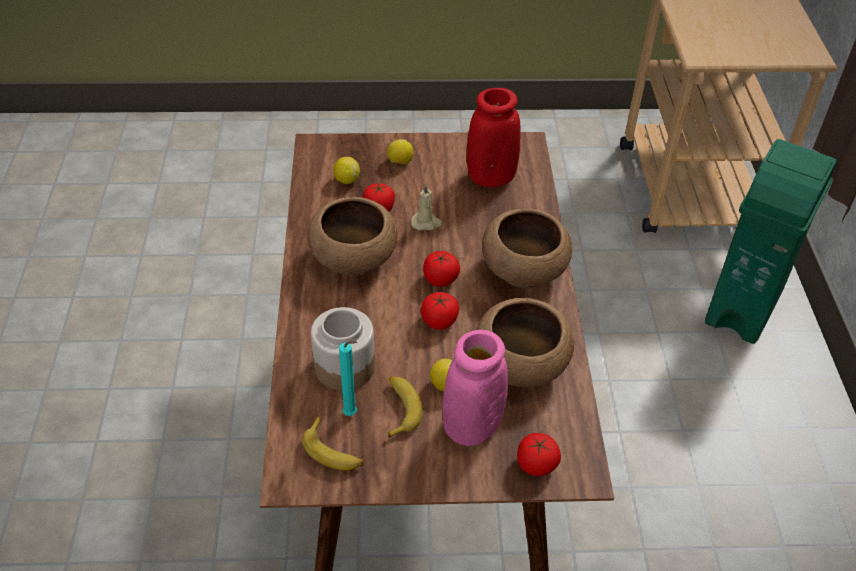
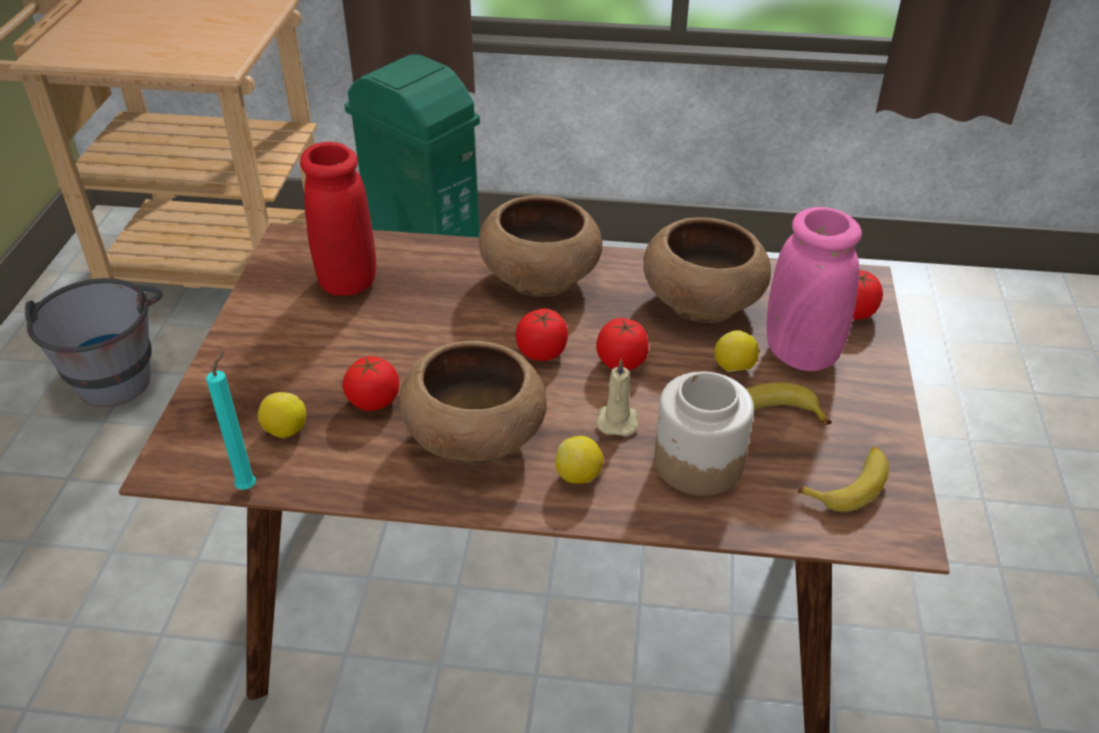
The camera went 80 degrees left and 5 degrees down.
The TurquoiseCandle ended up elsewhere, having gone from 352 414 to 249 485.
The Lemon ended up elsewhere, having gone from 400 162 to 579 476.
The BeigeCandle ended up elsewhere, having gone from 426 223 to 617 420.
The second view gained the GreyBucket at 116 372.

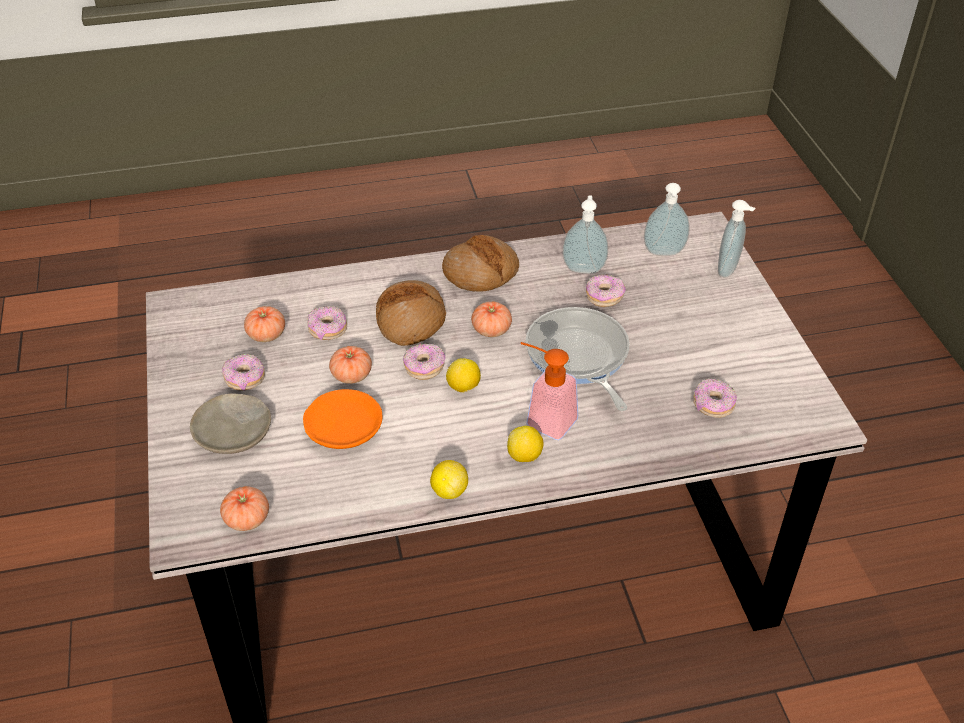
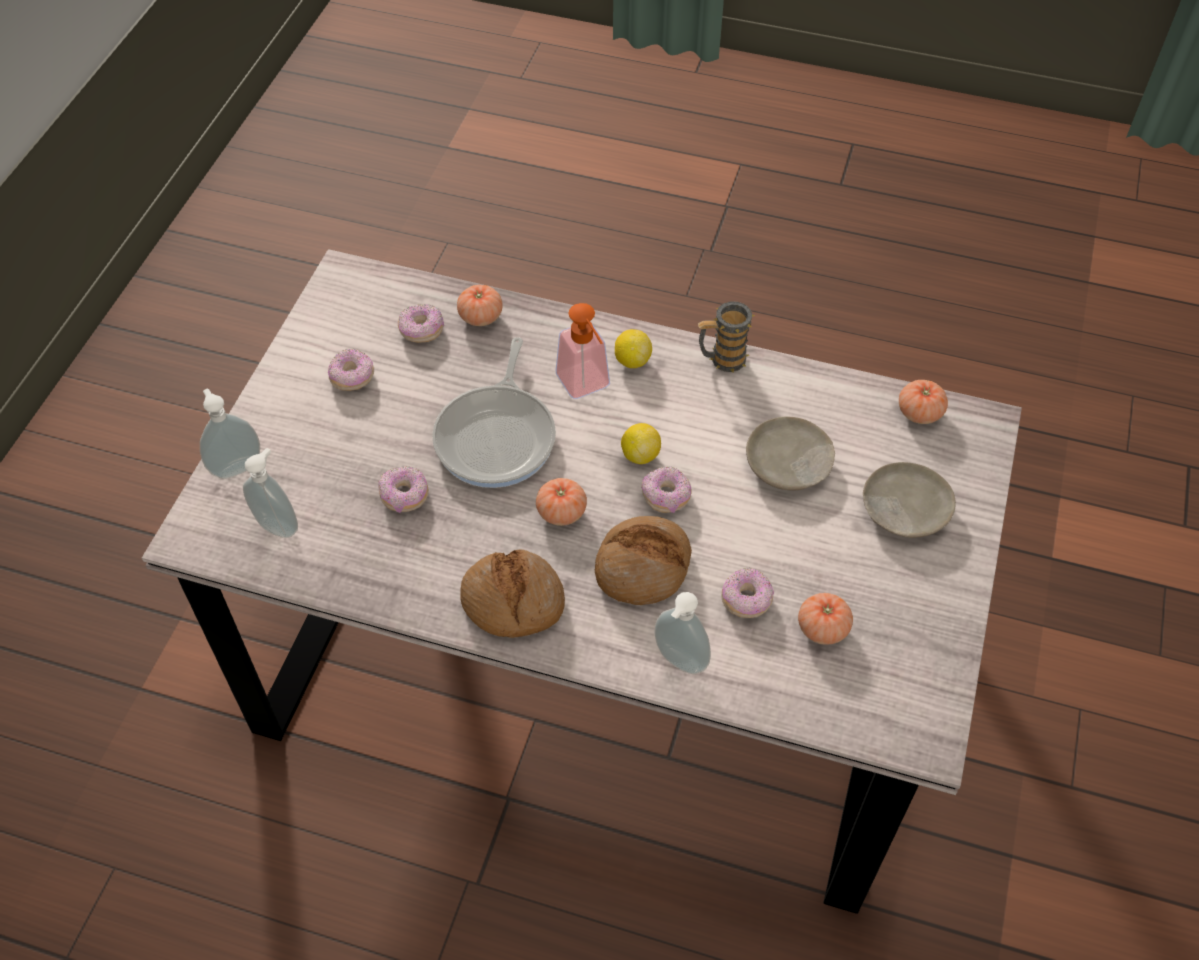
The camera went 150 degrees left and 10 degrees up.
The Donut ended up elsewhere, having gone from 245 379 to 352 377.
What was the OrangePlate at 343 428 turned into the BeigePlate at 788 464.
The Tomato ended up elsewhere, having gone from 351 375 to 480 316.
Where the Lemon stood at 449 491, the Mug came to stand at 722 359.
The SoapDispenser ended up elsewhere, having gone from 584 268 to 678 662.

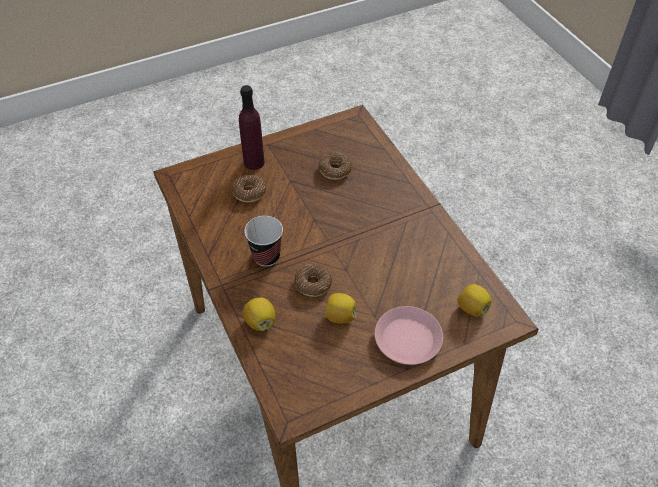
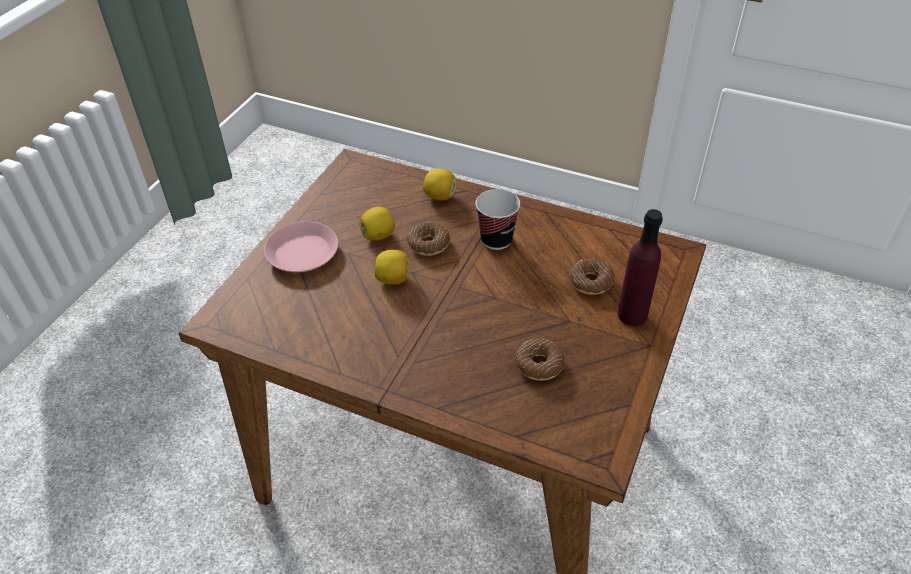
The camera went 140 degrees right and 5 degrees down.
The Lemon ended up elsewhere, having gone from 472 308 to 393 279.

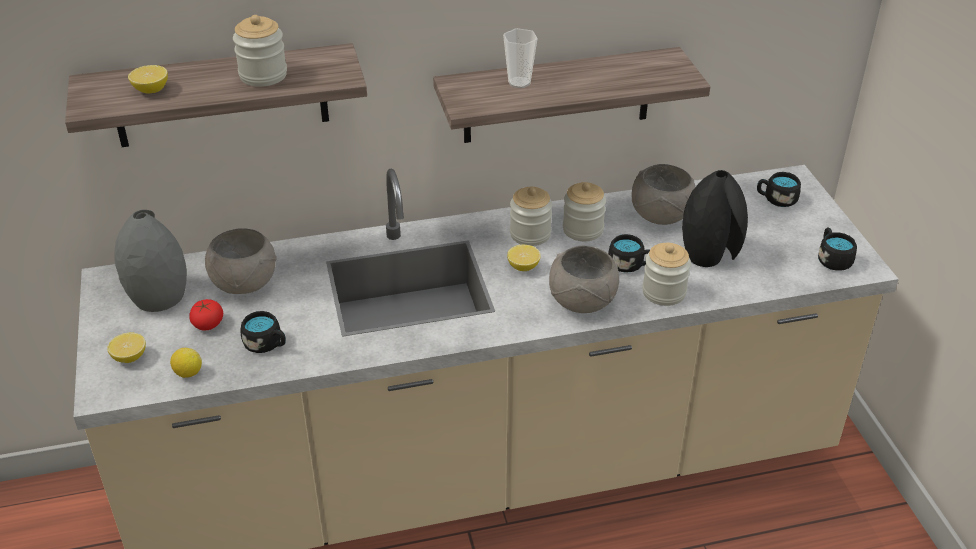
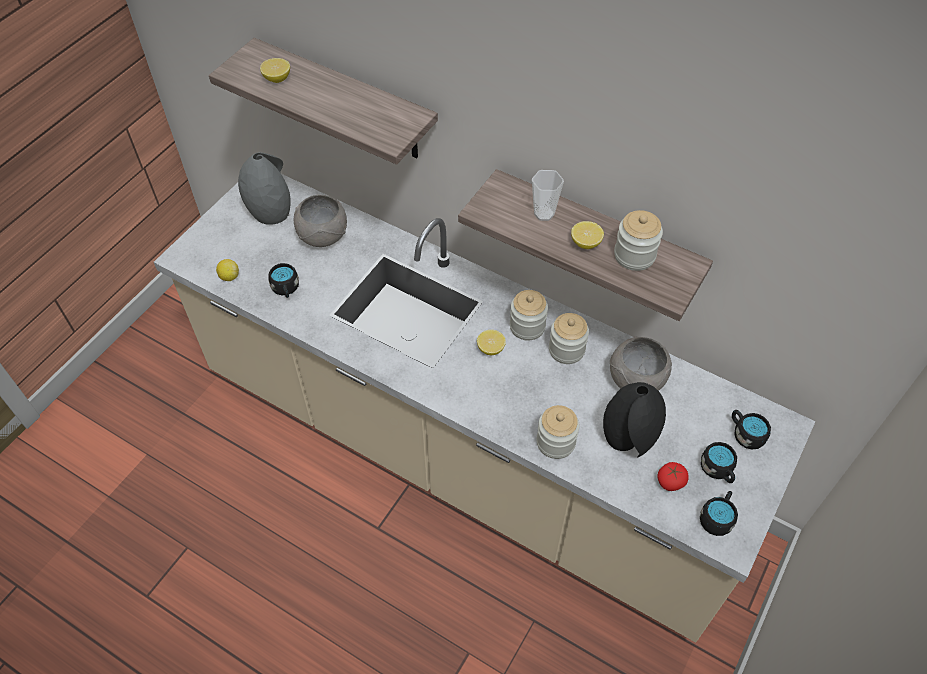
The camera went 45 degrees right and 15 degrees up.
The Lemon ended up elsewhere, having gone from 130 357 to 585 243.
The Tomato ended up elsewhere, having gone from 208 324 to 670 481.
The Jar ended up elsewhere, having gone from 263 75 to 634 255.
The second view lost the GreyBowl at 582 302.
The BlackMug ended up elsewhere, having gone from 630 265 to 718 470.

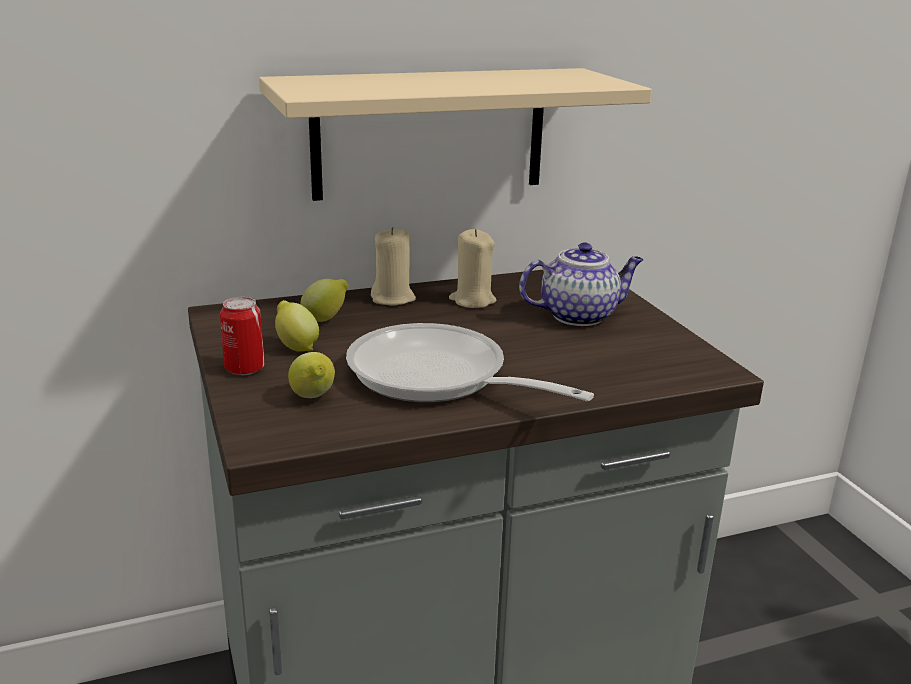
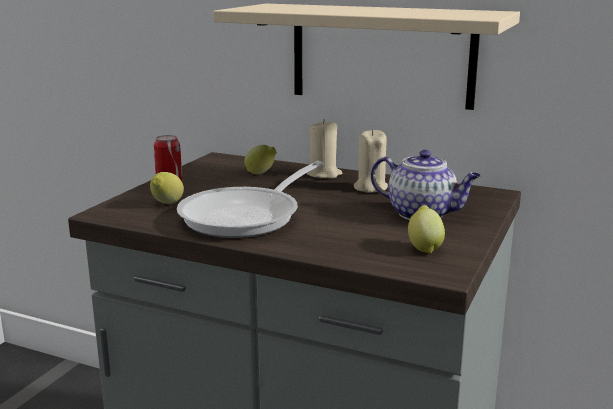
The camera went 45 degrees right and 5 degrees down.
The Lemon ended up elsewhere, having gone from 296 347 to 424 248.
The FryingPan at 437 378 ended up facing another way, 135 degrees counterclockwise from before.

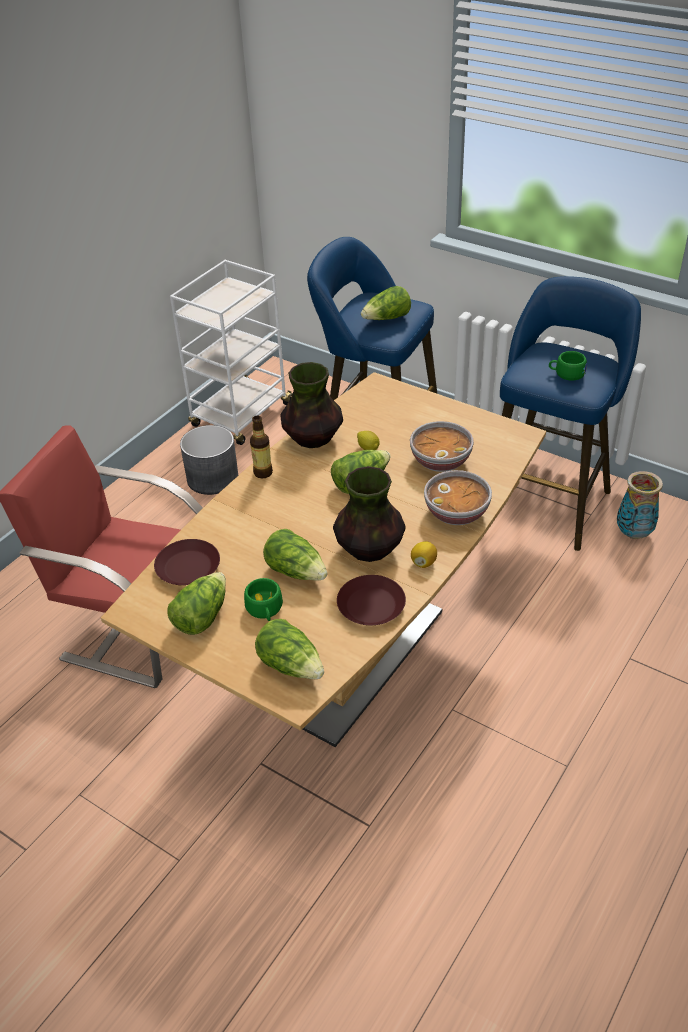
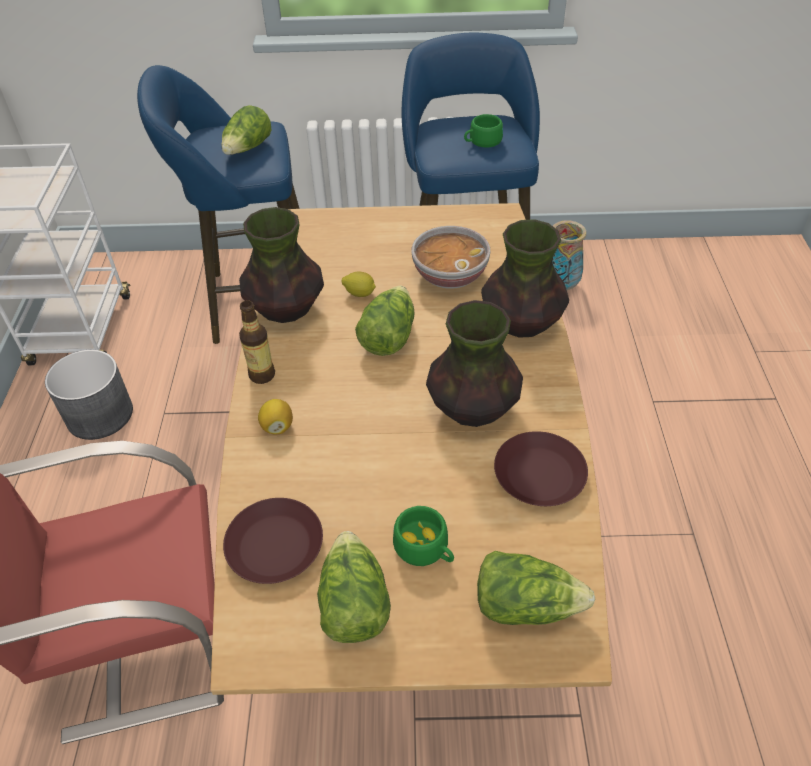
The camera went 35 degrees left and 5 degrees up.
The second view lost the Lettuce at 296 571.
The Lemon ended up elsewhere, having gone from 423 562 to 277 426.
Where the Bowl stood at 457 513, the Vase came to stand at 522 323.

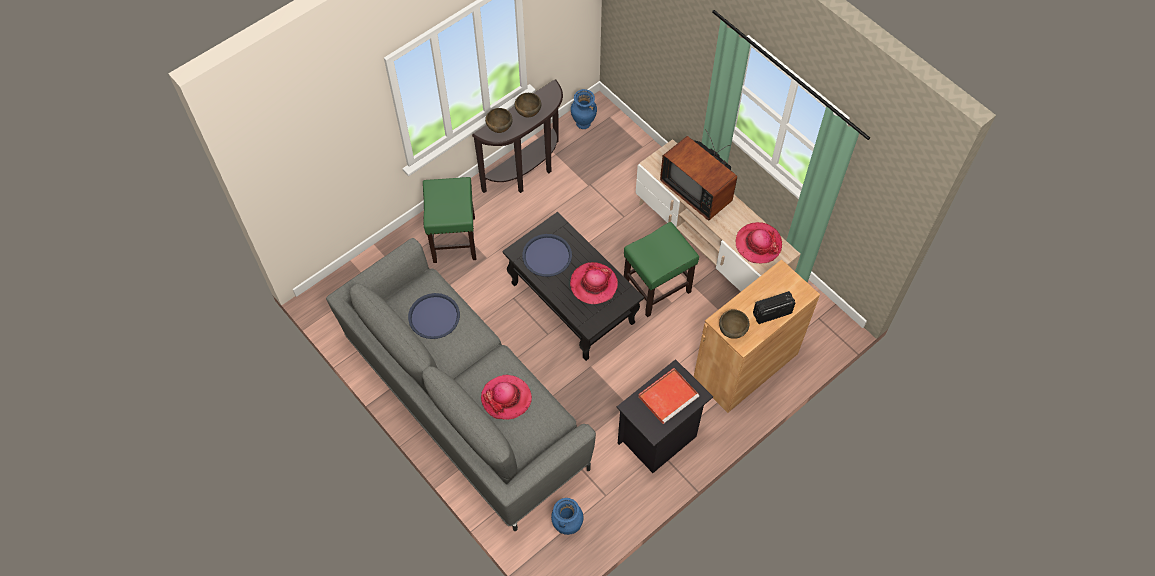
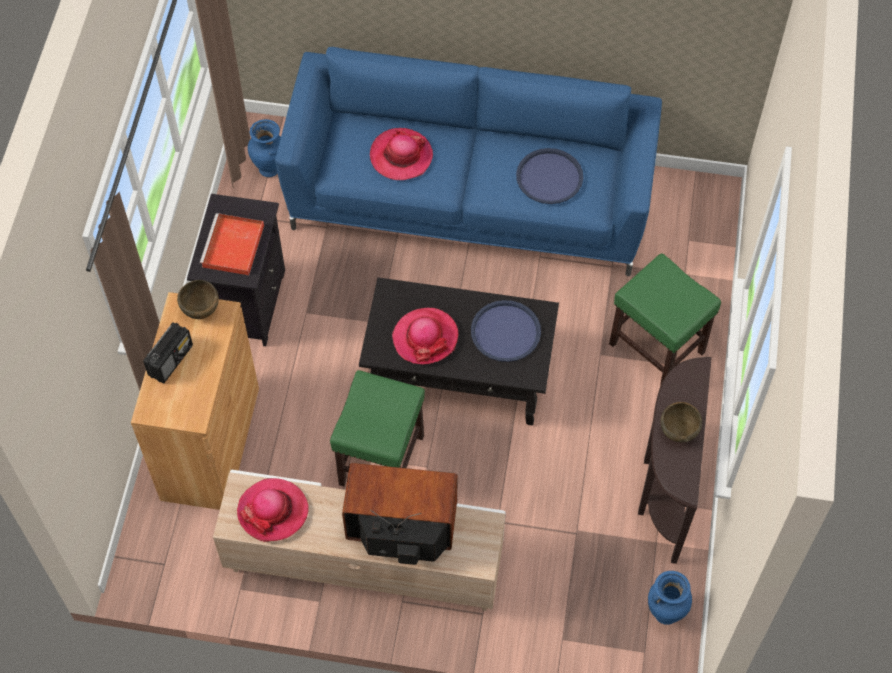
The camera went 140 degrees right and 0 degrees up.
What was the GreySofa at 465 403 turned into the BlueSofa at 469 200.
The second view lost the BrownBowl at 499 129.

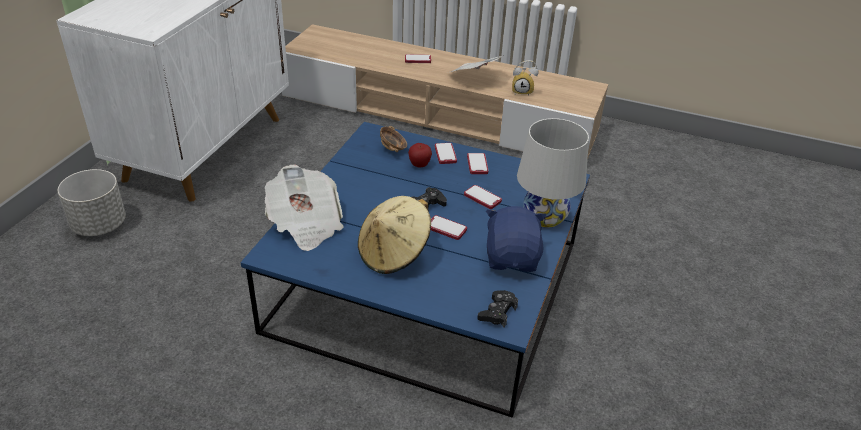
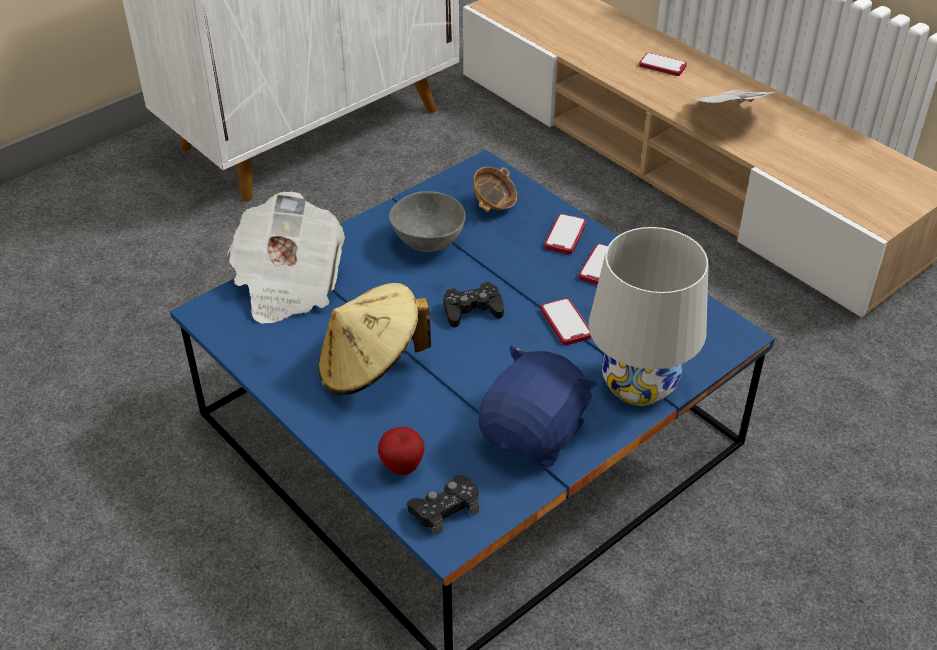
The camera went 30 degrees right and 5 degrees up.
The second view lost the GreyPlanter at 99 225.
The Apple ended up elsewhere, having gone from 419 165 to 402 467.
The second view lost the Phone at 446 228.
The second view lost the AlarmClock at 523 91.
The second view gained the GreyBowl at 428 243.

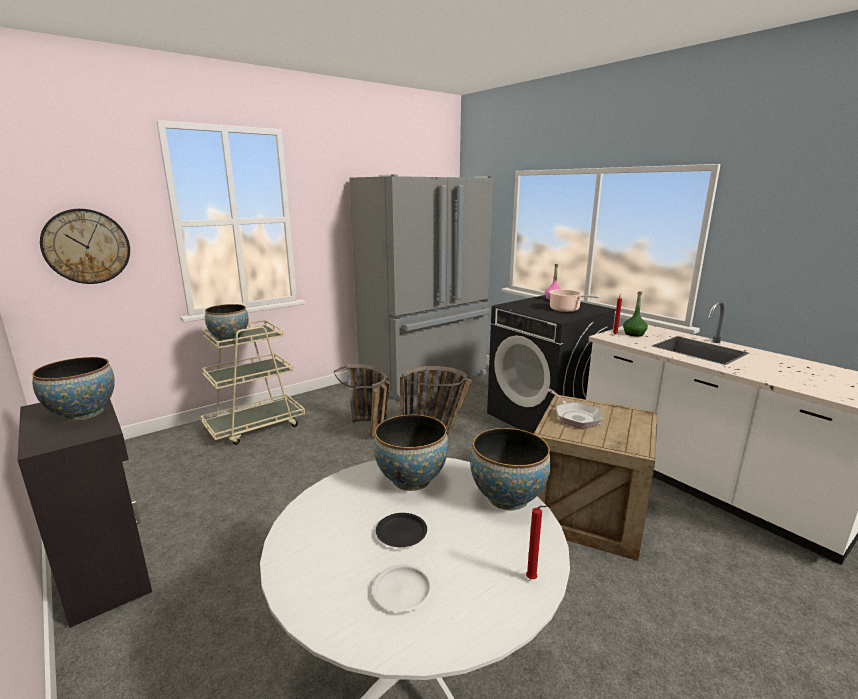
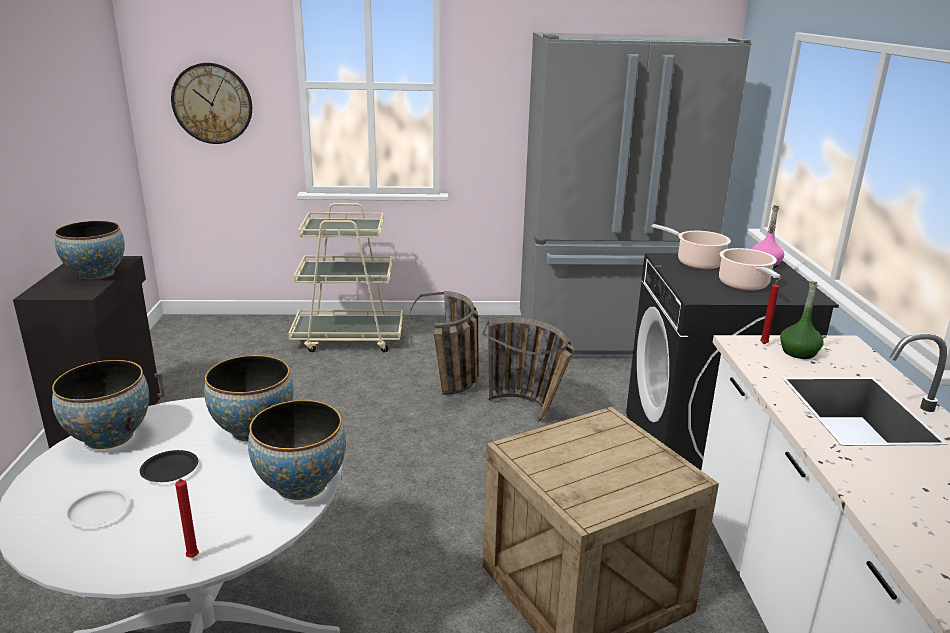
The camera went 35 degrees right and 5 degrees up.
The Bowl ended up elsewhere, having gone from 229 338 to 110 436.
The second view lost the FryingPan at 575 416.
The second view gained the CookingPot at 696 262.

